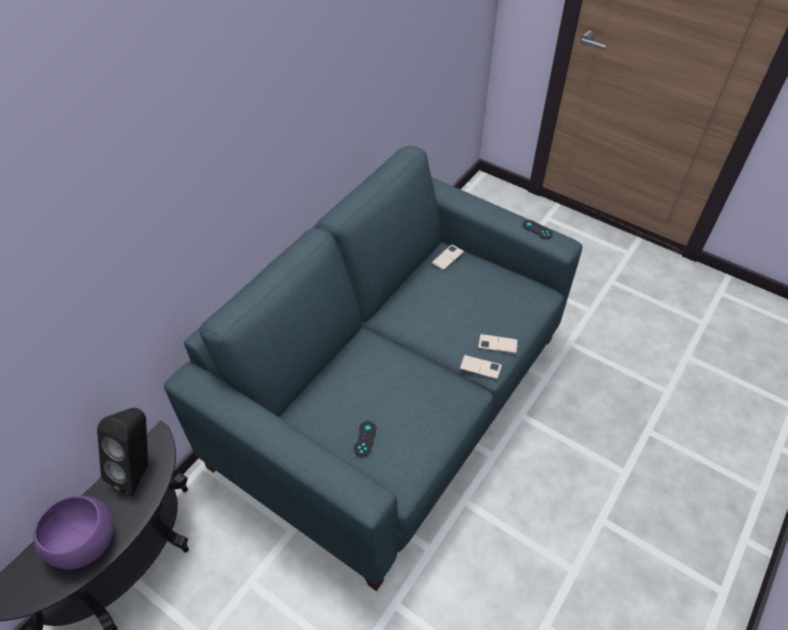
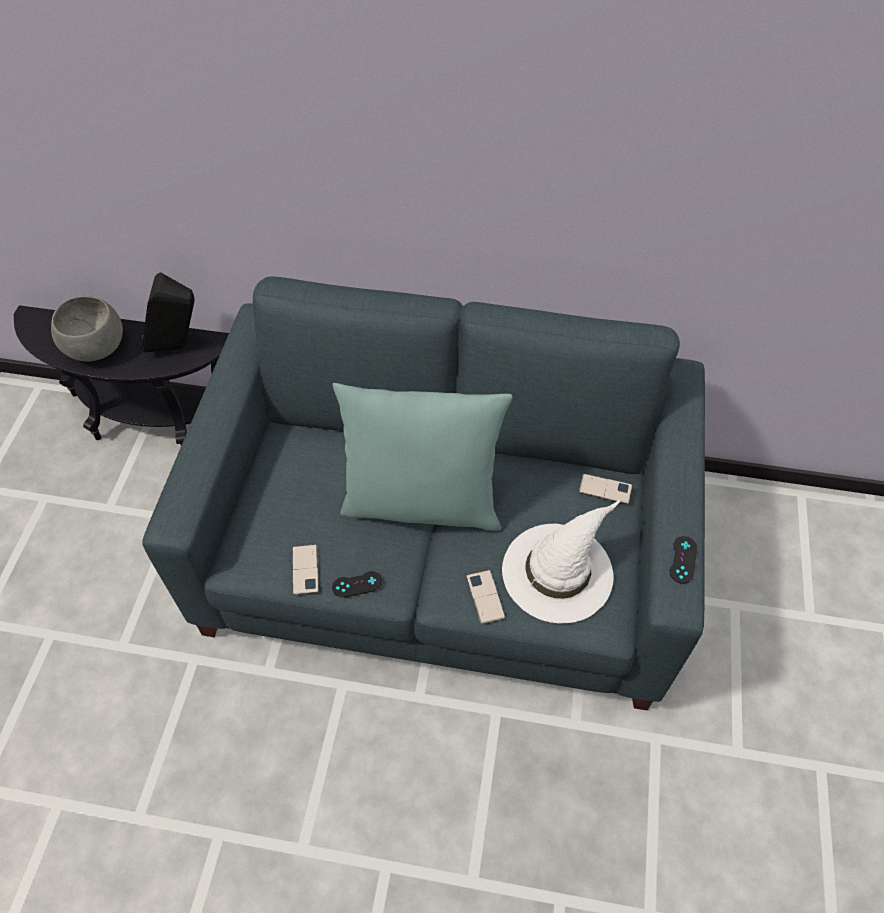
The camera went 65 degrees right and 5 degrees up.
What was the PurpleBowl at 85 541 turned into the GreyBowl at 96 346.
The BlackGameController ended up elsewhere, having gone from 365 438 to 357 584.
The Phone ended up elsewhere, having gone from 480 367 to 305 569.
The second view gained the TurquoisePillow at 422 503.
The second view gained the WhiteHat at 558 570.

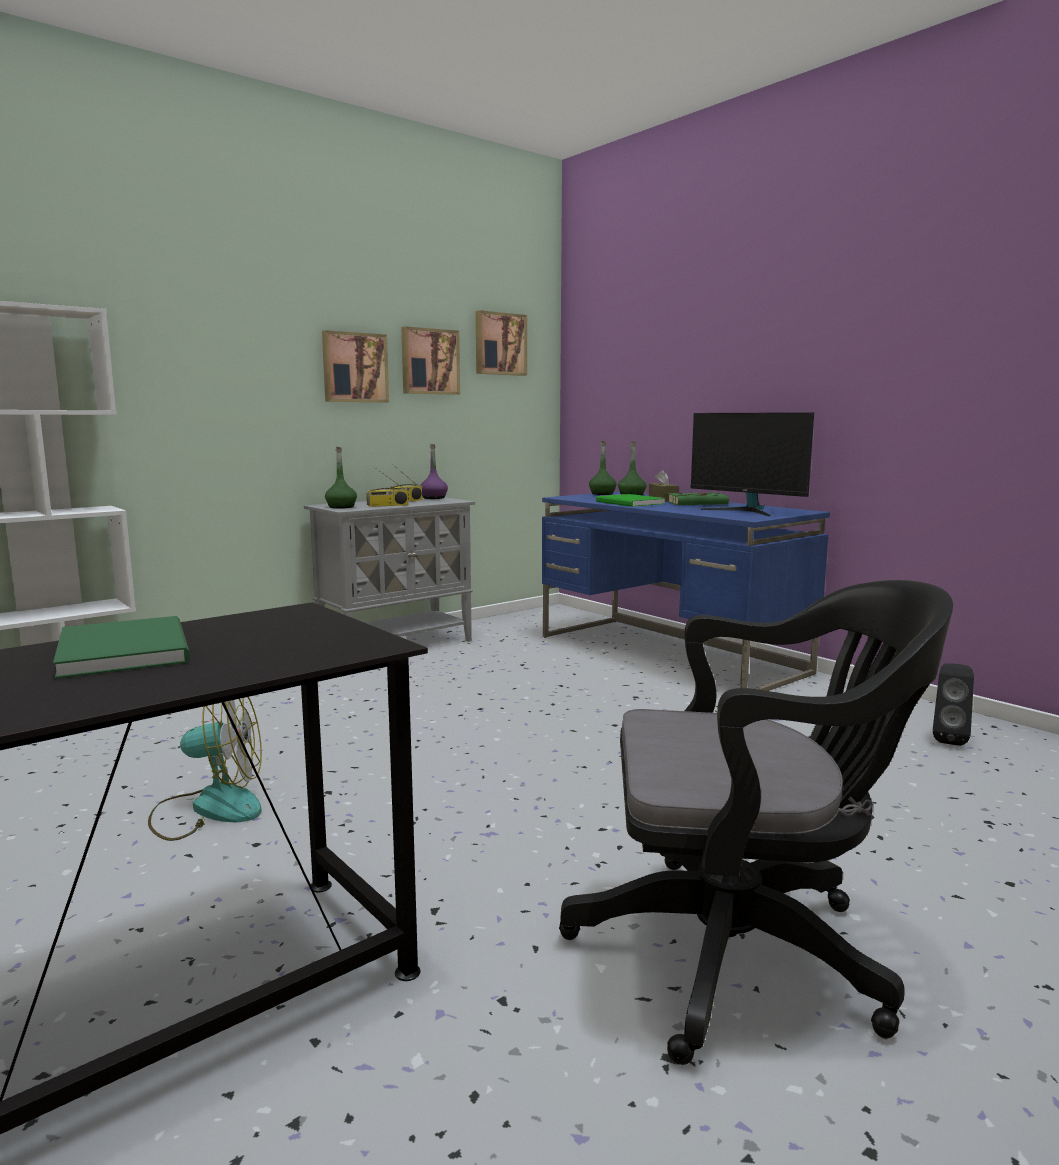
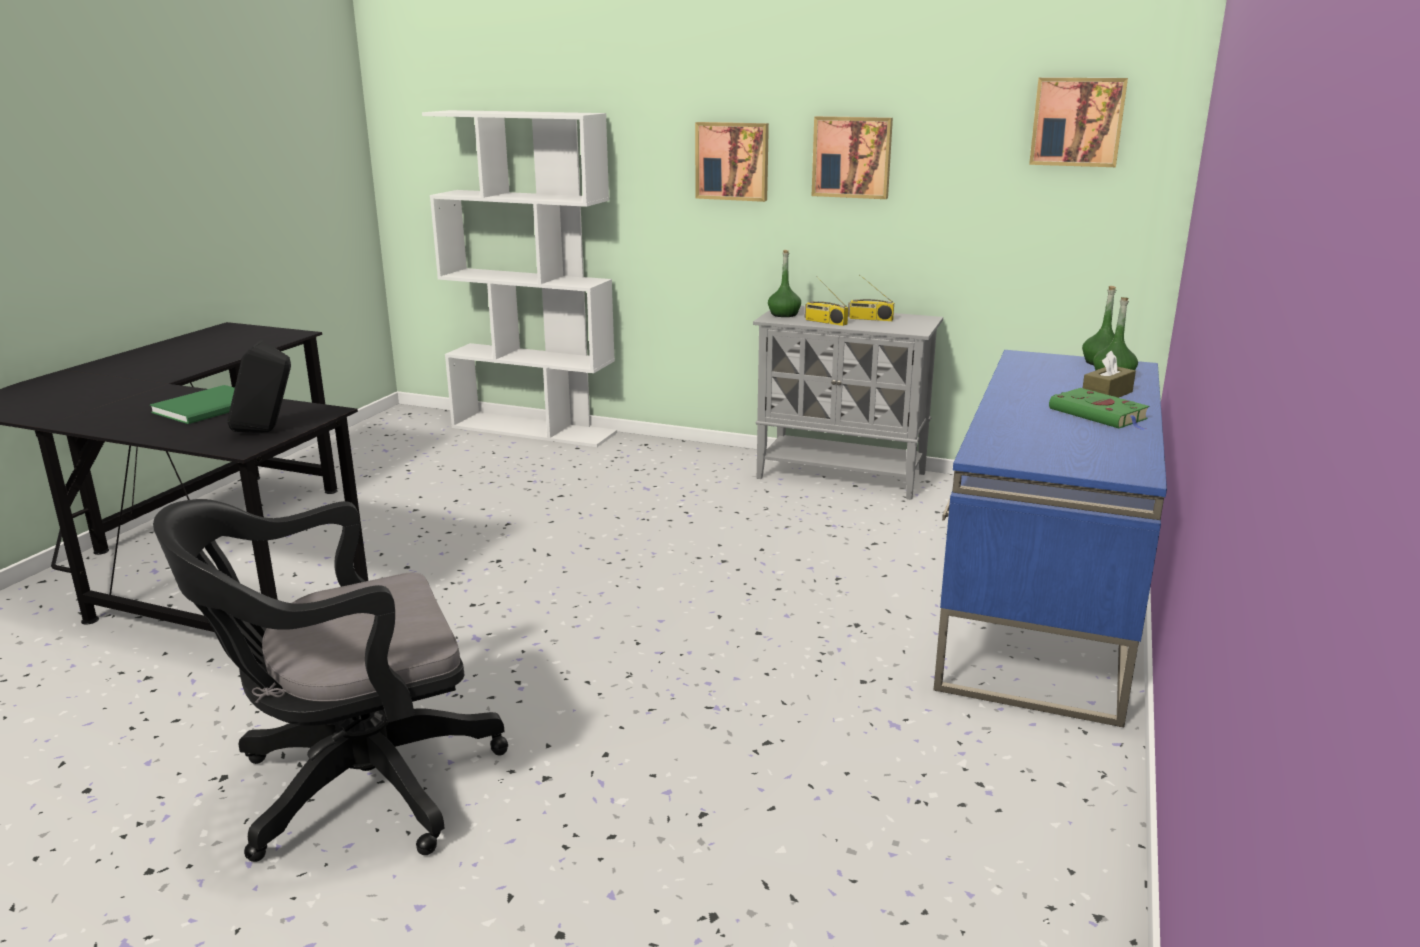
The camera went 60 degrees right and 10 degrees up.
The second view lost the Fan at 209 808.
The Picture ended up elsewhere, having gone from 429 361 to 732 161.
The second view lost the PurpleBottle at 434 498.
The BlackOfficeChair at 744 953 ended up facing another way, 90 degrees clockwise from before.
The second view lost the GreenBook at 630 503.
The second view lost the Monitor at 747 511.
The BlackSpeaker ended up elsewhere, having gone from 949 739 to 267 432.

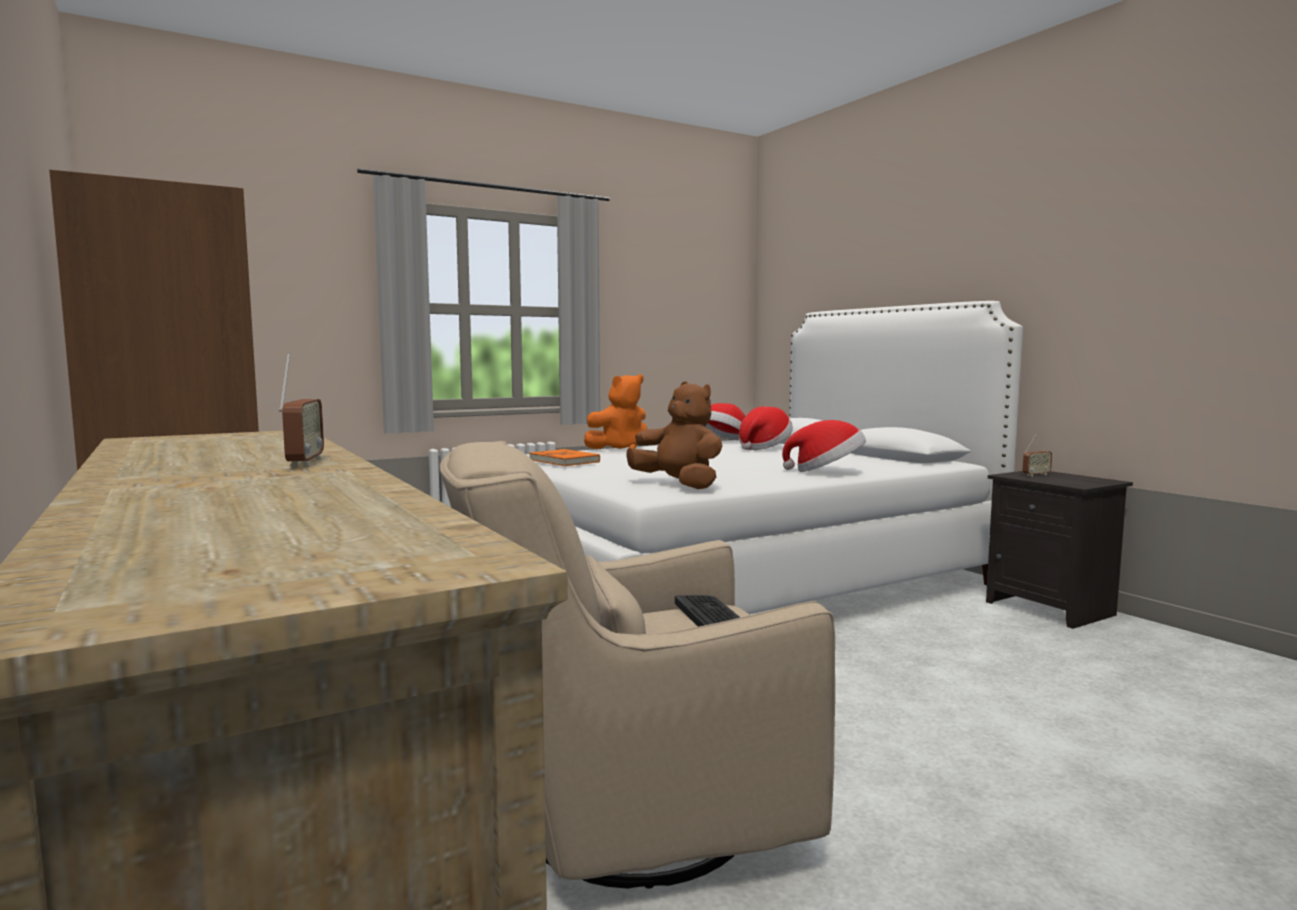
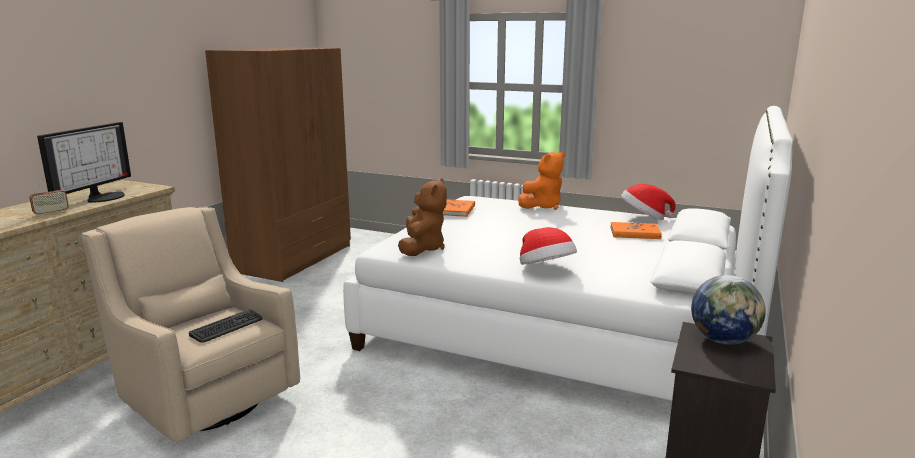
The camera went 55 degrees right and 10 degrees up.
The OrangePlushToy at 619 448 ended up facing another way, 60 degrees counterclockwise from before.
Where the Hat stood at 763 448, the OrangeBook came to stand at 635 233.
Where the Radio stood at 1036 475, the Globe came to stand at 723 340.
The second view gained the Monitor at 103 197.

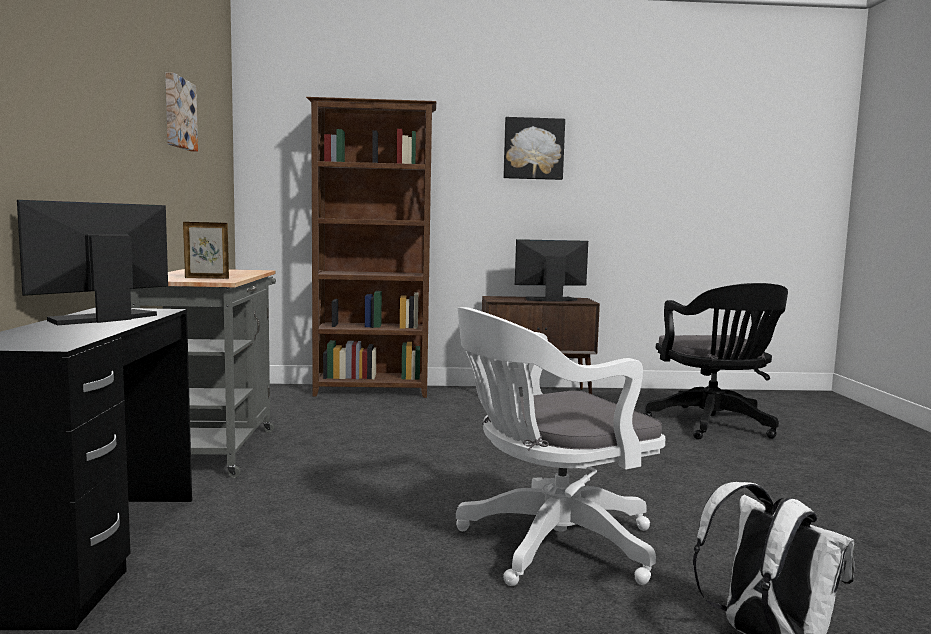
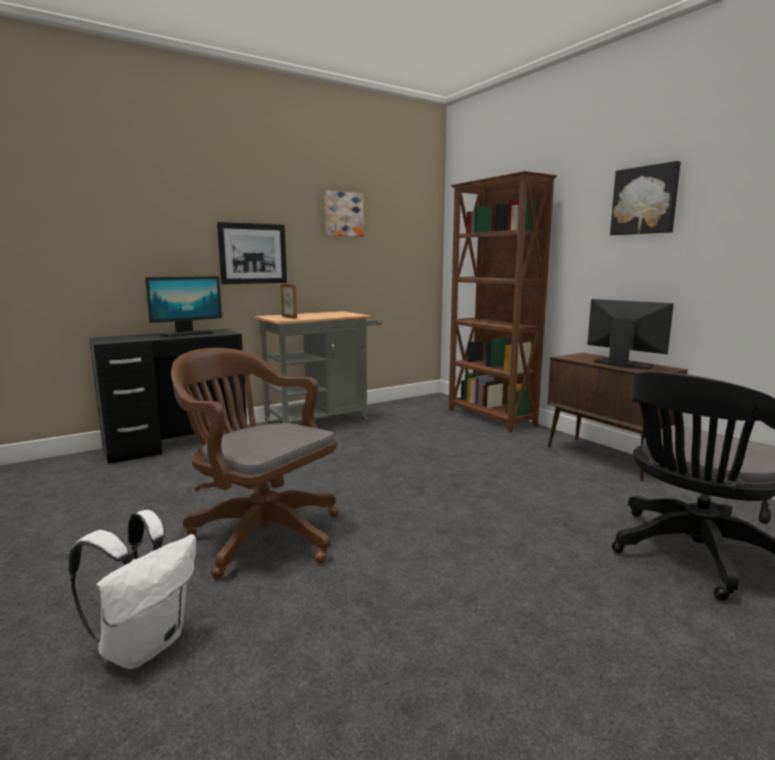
The camera went 60 degrees right and 5 degrees up.
The Monitor at 103 319 ended up facing another way, 135 degrees clockwise from before.
What was the WhiteOfficeChair at 549 545 turned into the BrownOfficeChair at 260 534.
The second view gained the Picture at 253 253.

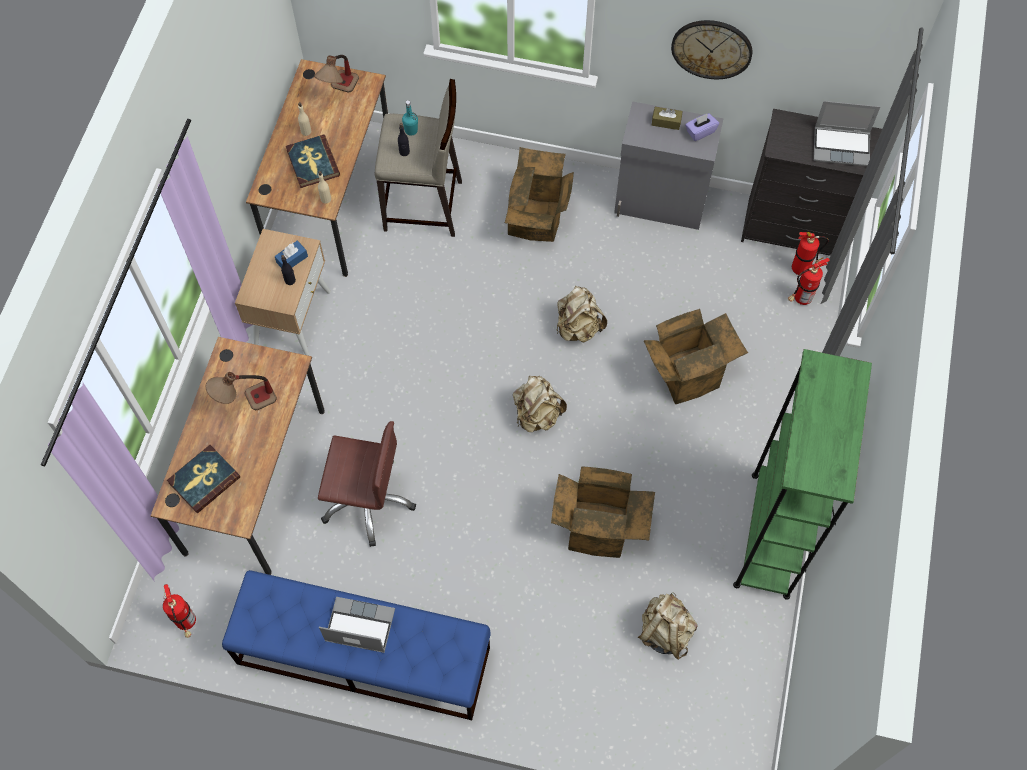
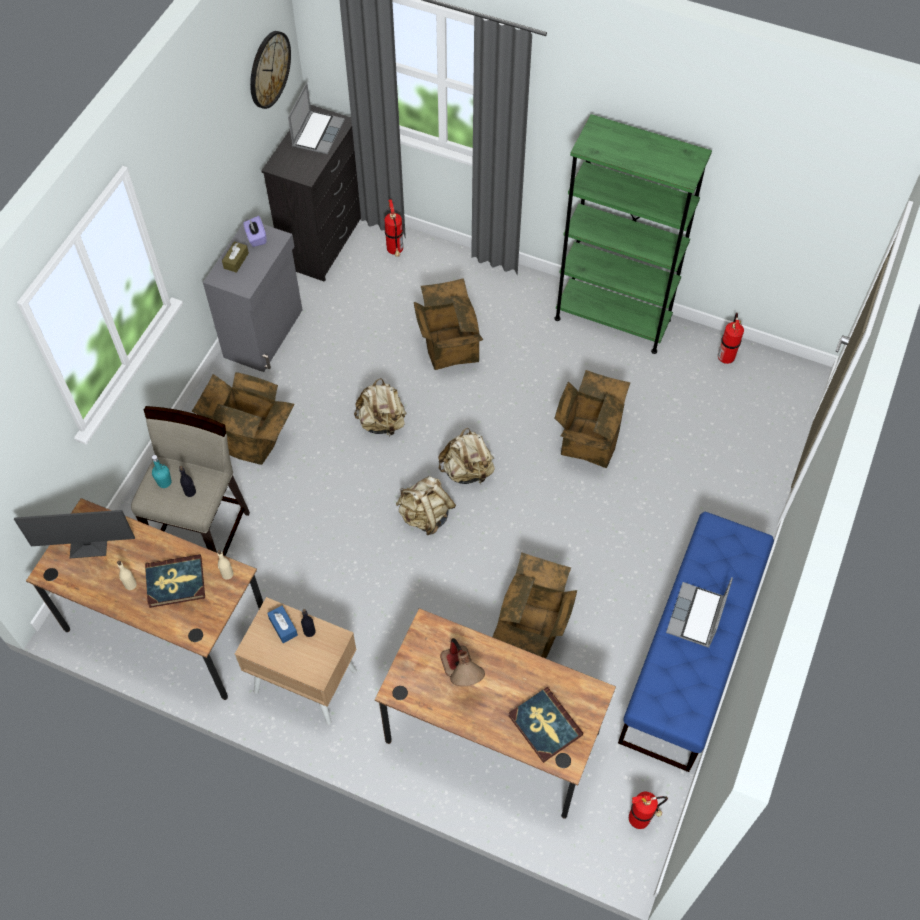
The camera went 80 degrees left and 5 degrees down.
Where the TableLamp stood at 340 92, the Monitor came to stand at 89 545.
Where the BrownOfficeChair stood at 368 500, the CardboardBox came to stand at 531 630.
The BeigeBackpack ended up elsewhere, having gone from 665 632 to 425 516.
The WallClock ended up elsewhere, having gone from 712 48 to 269 69.
The FireExtinguisher ended up elsewhere, having gone from 802 269 to 725 356.

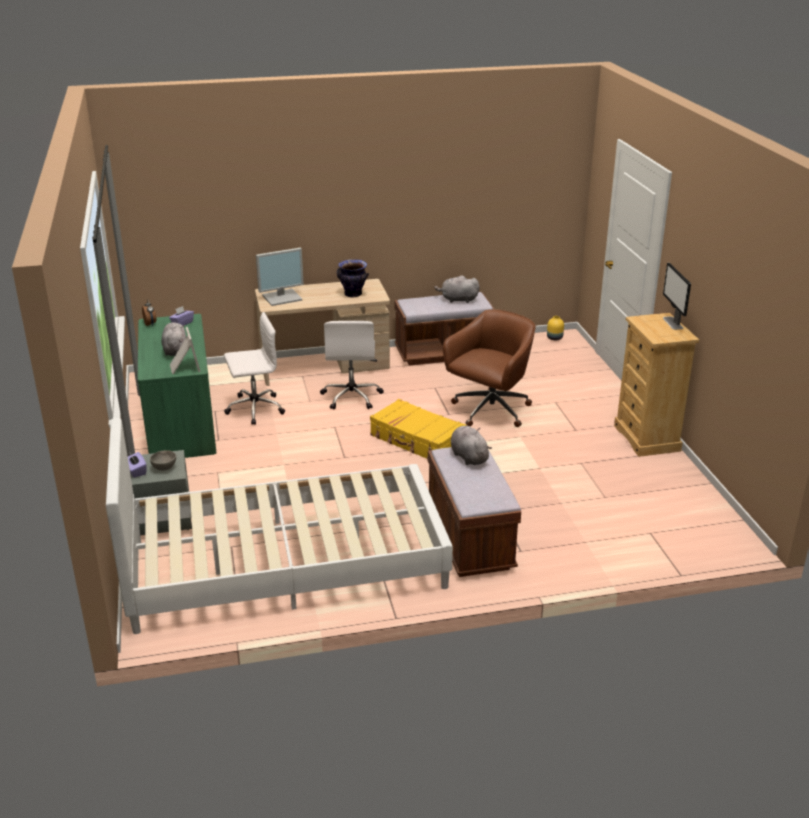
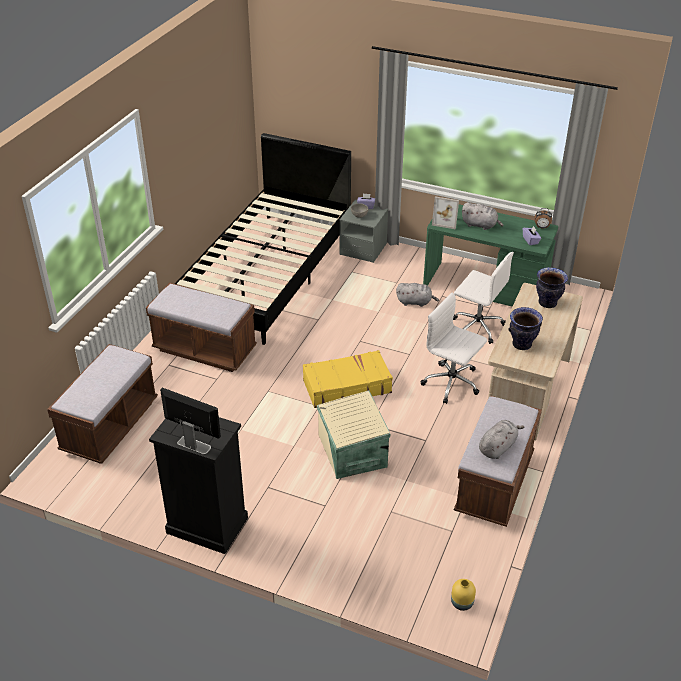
The camera went 125 degrees right and 10 degrees up.
What was the WhiteBed at 285 565 turned into the BlackBed at 267 274.
The WhiteOfficeChair at 254 409 ended up facing another way, 75 degrees counterclockwise from before.
Where the Monitor stood at 282 297, the Vase came to stand at 547 303.
Where the BrownOfficeChair stood at 489 411, the BeigeStorageBox came to stand at 351 451.
The GreyPlushToy ended up elsewhere, having gone from 468 456 to 415 302.
What was the BeigeDresser at 647 438 turned into the BlackDresser at 206 525.
The second view gained the BrownBench at 110 426.

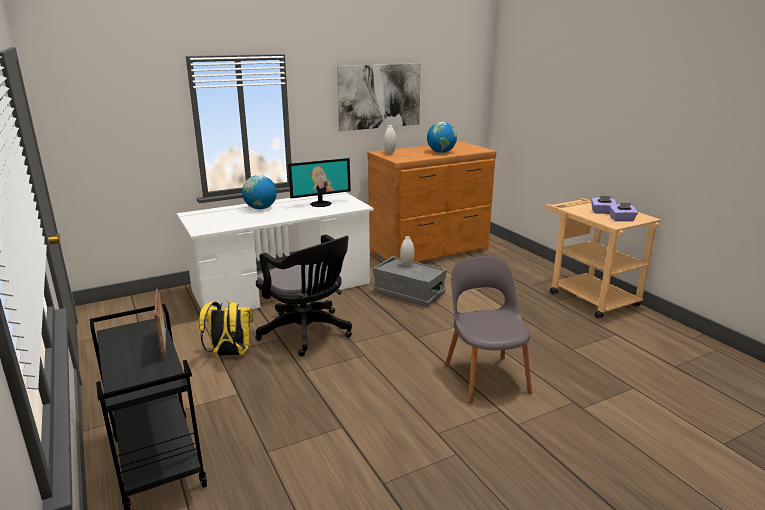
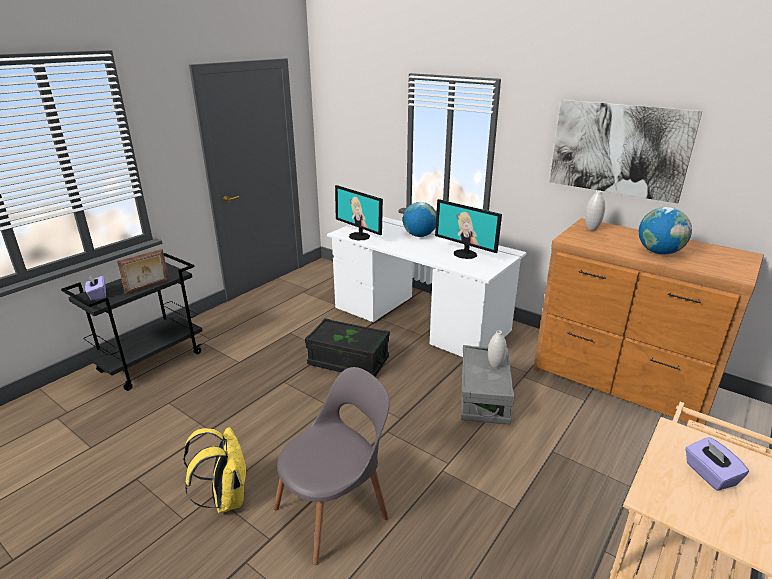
The camera went 65 degrees right and 5 degrees up.
The YellowBackpack ended up elsewhere, having gone from 229 354 to 225 498.
Where the BlackOfficeChair stood at 308 333, the BlackStorageBox came to stand at 348 361.
The PurpleTissueBox ended up elsewhere, having gone from 622 219 to 98 295.
The second view gained the Monitor at 359 236.

